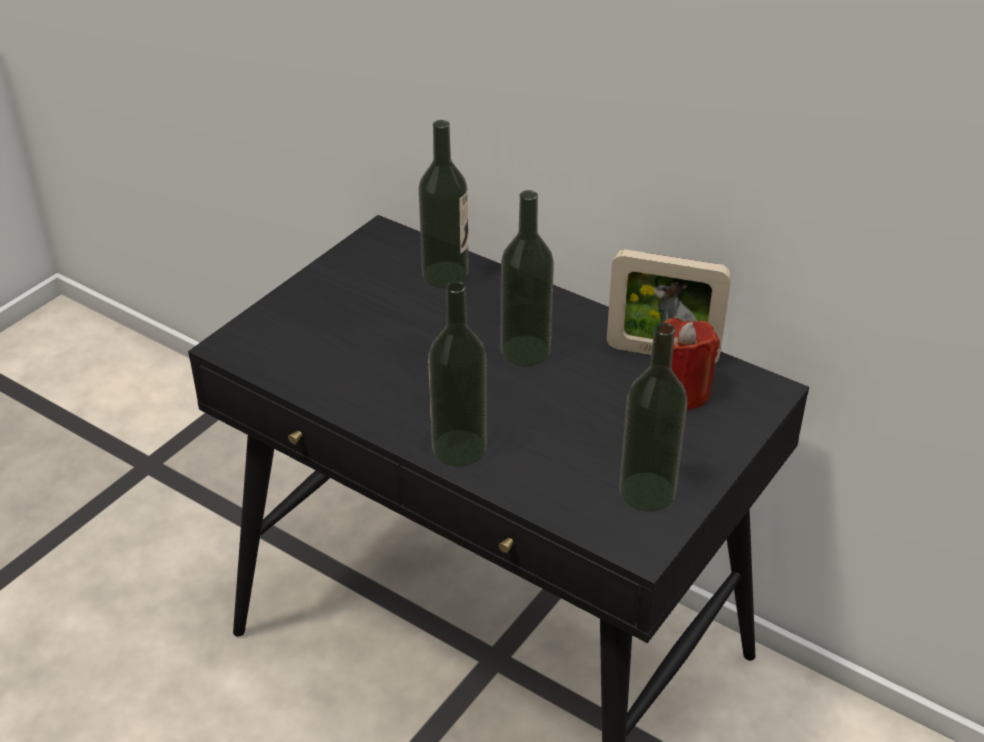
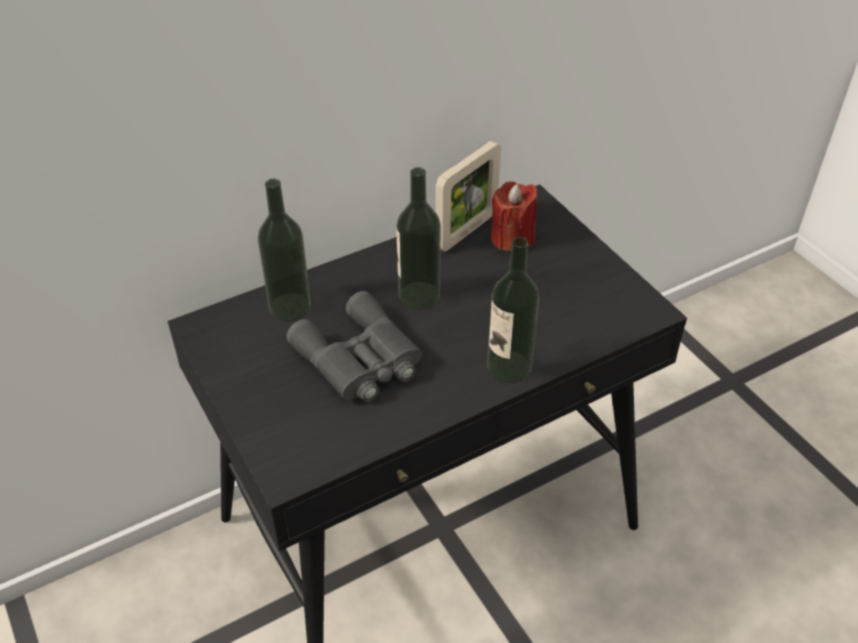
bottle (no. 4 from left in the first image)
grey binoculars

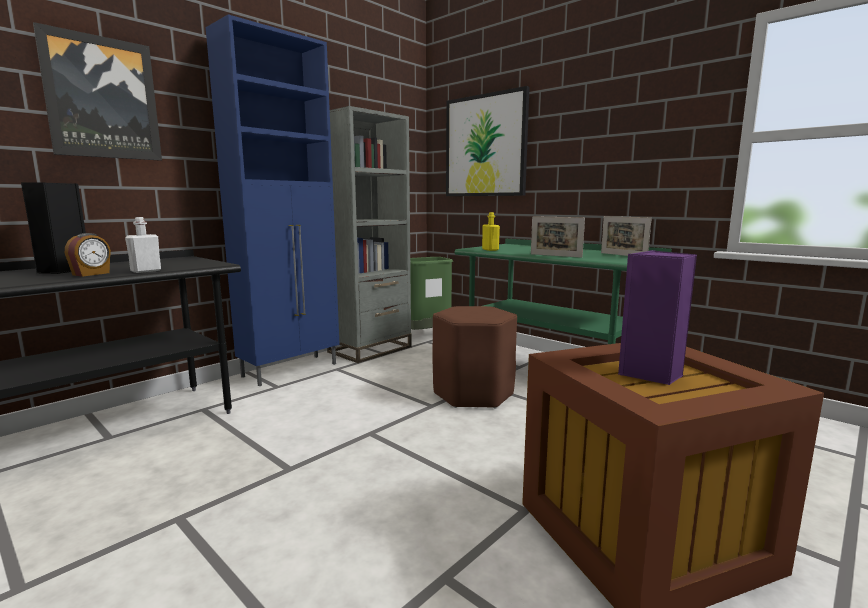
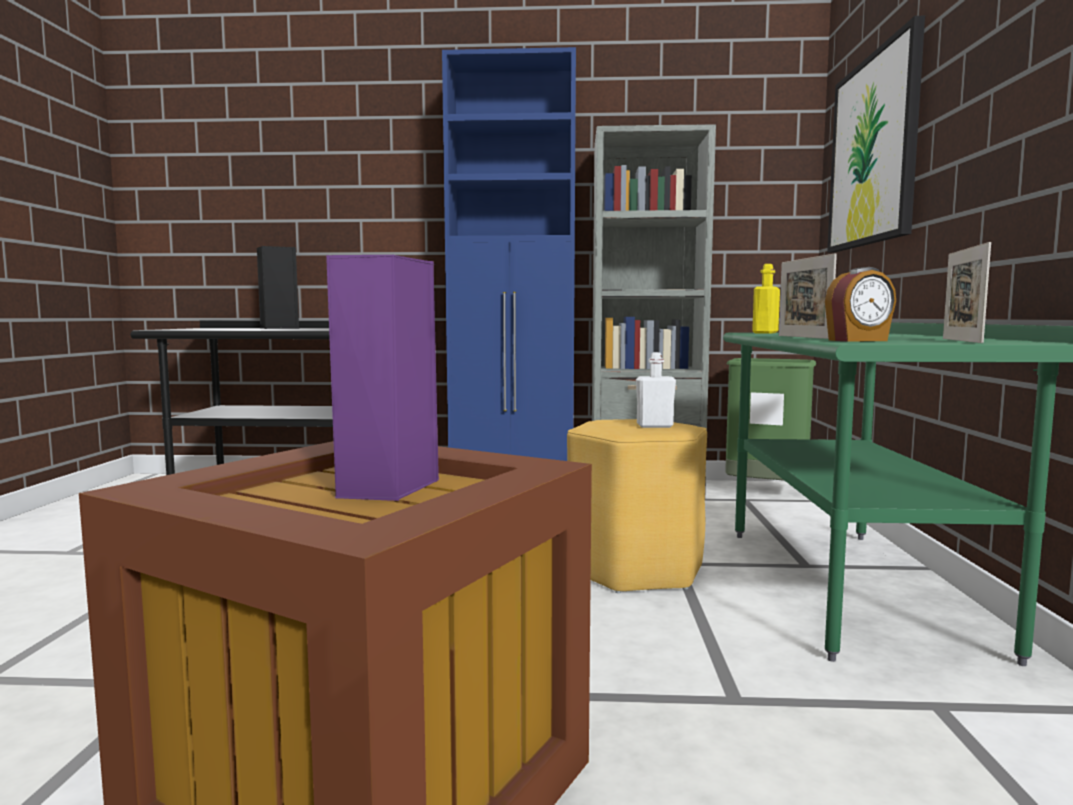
picture (no. 1 from left in the first image)
alarm clock
white bottle
yellow stool

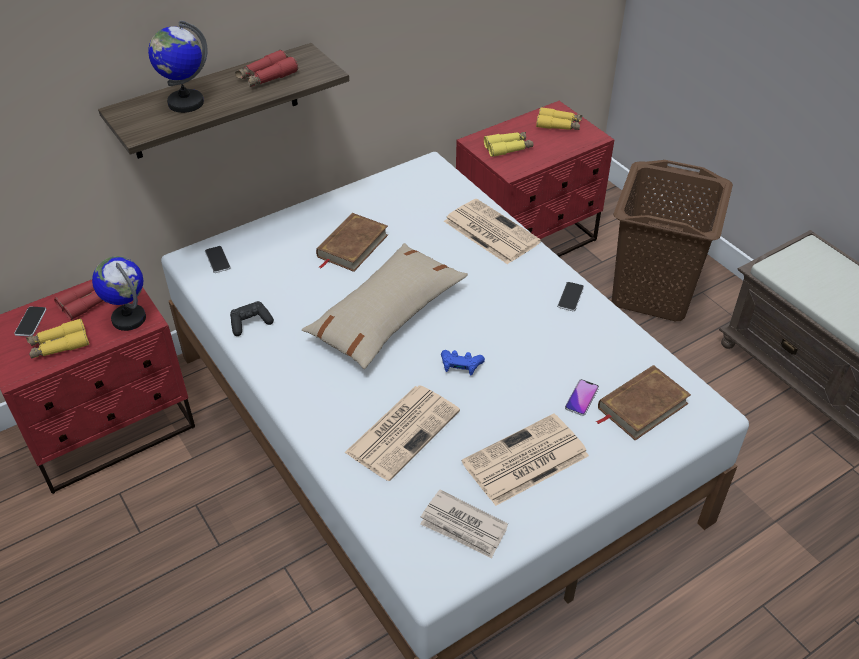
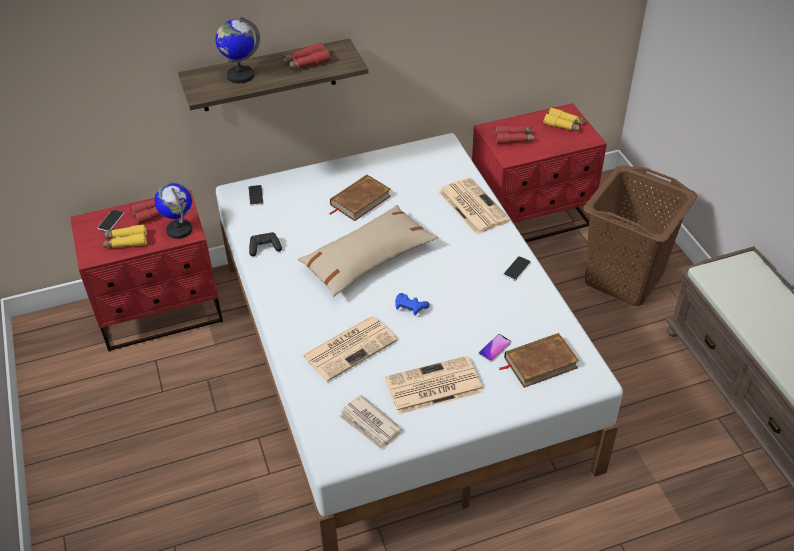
red binoculars (no. 3 from left)

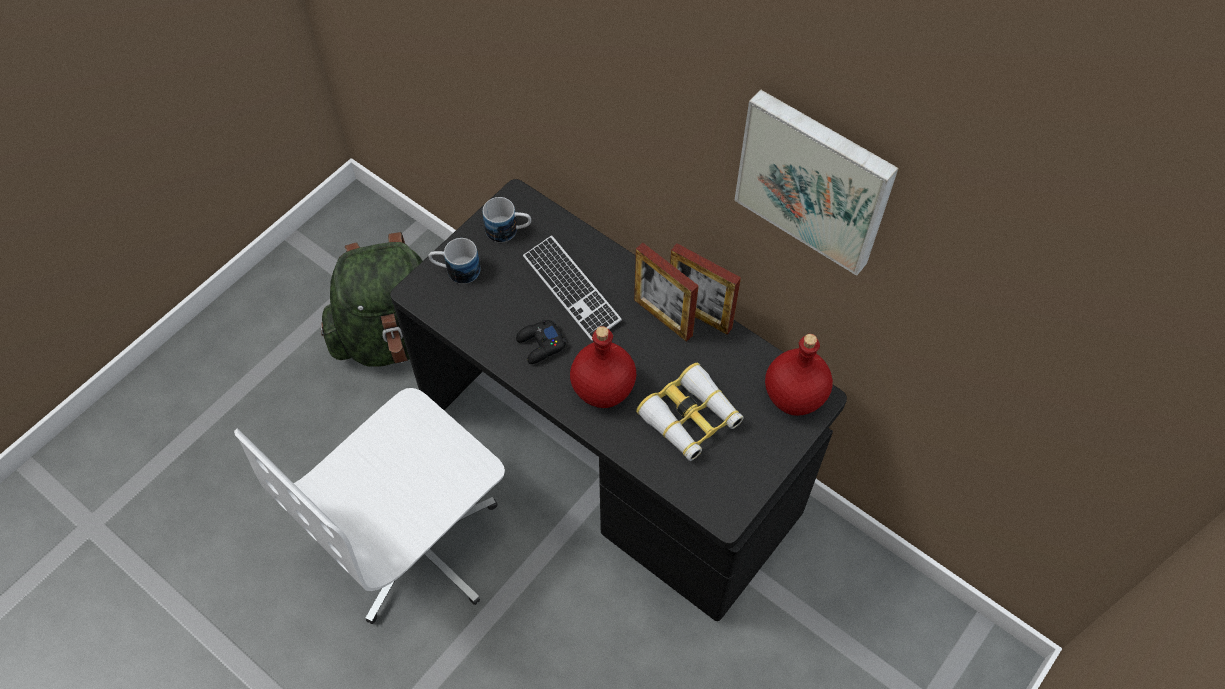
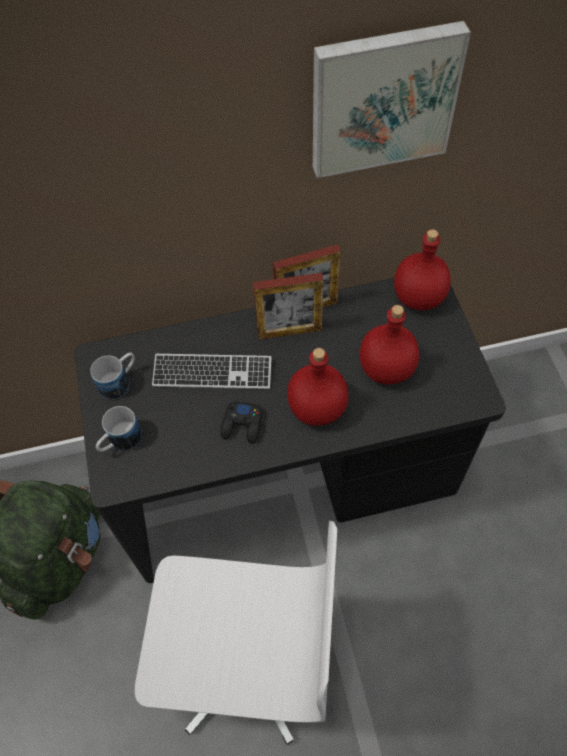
white office chair
red bottle (no. 2 from left)

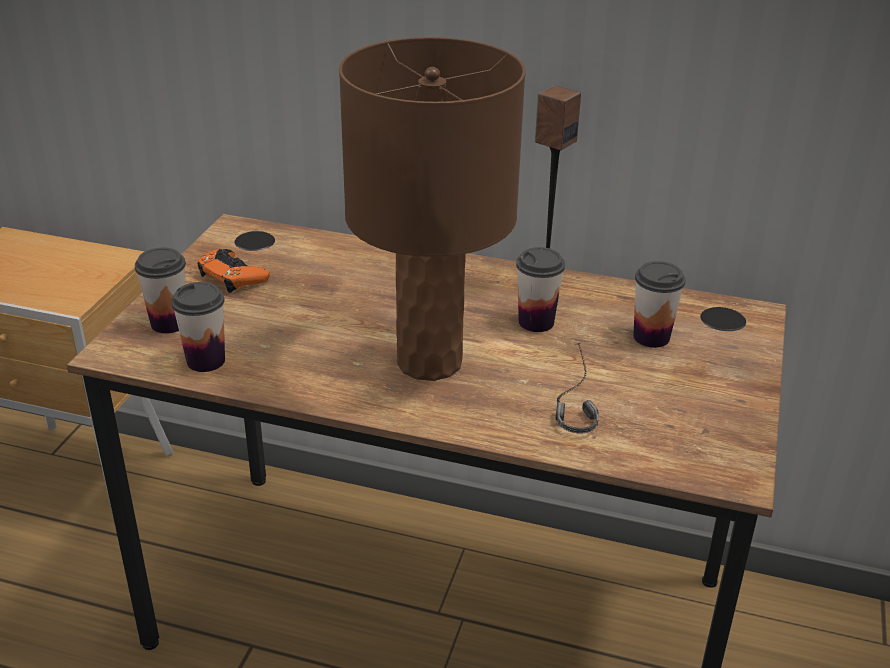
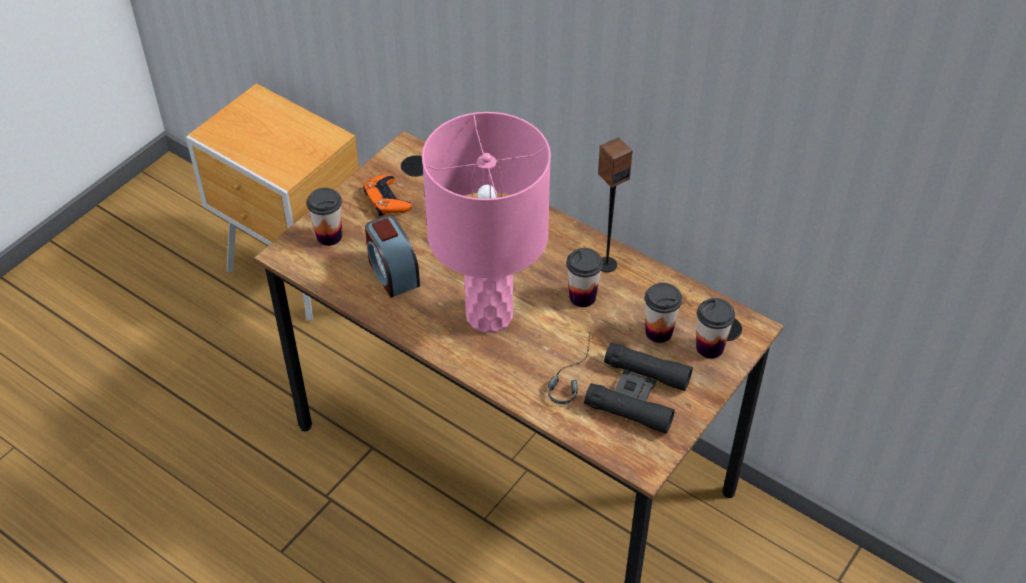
cup (no. 4 from left)
pink table lamp
alarm clock
black binoculars

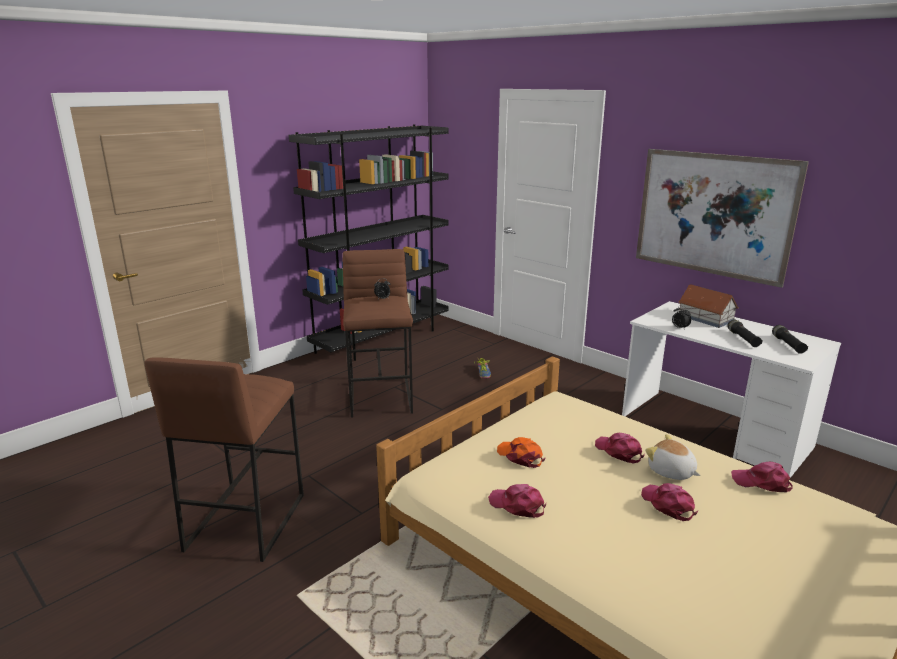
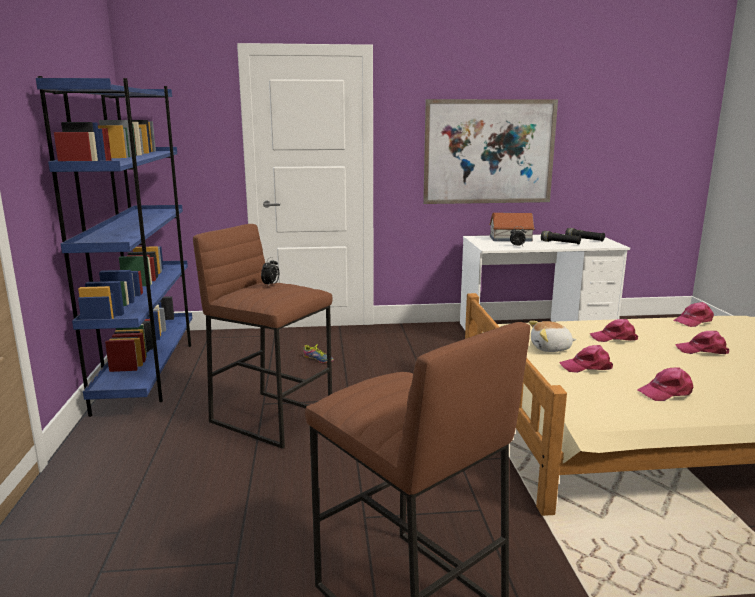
blue bookcase
pink cap (no. 1 from left)
plush toy

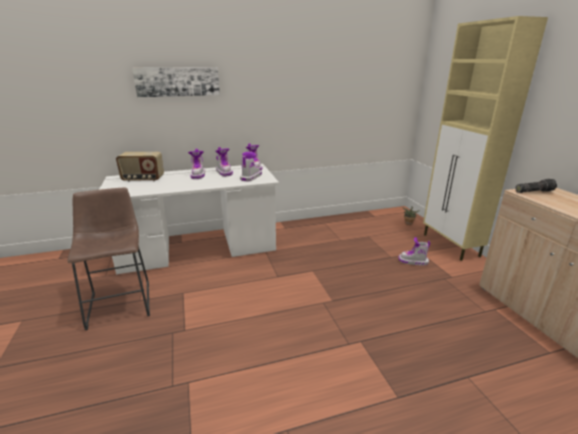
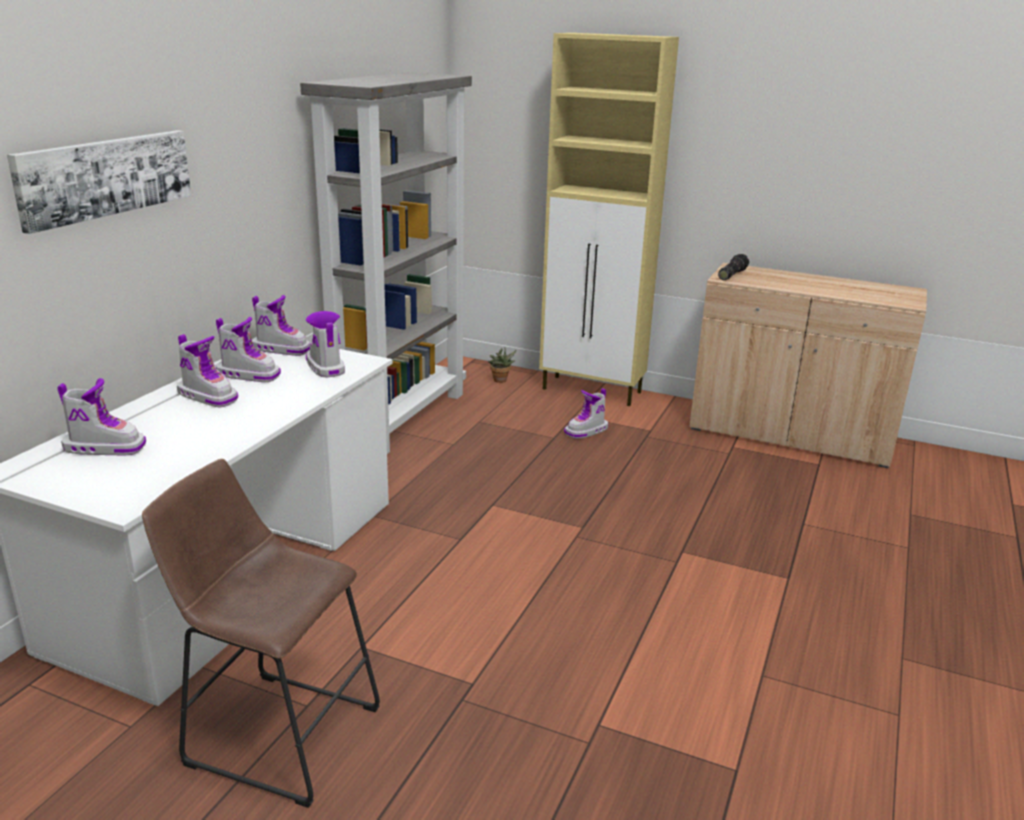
boot (no. 1 from left)
grey bookcase

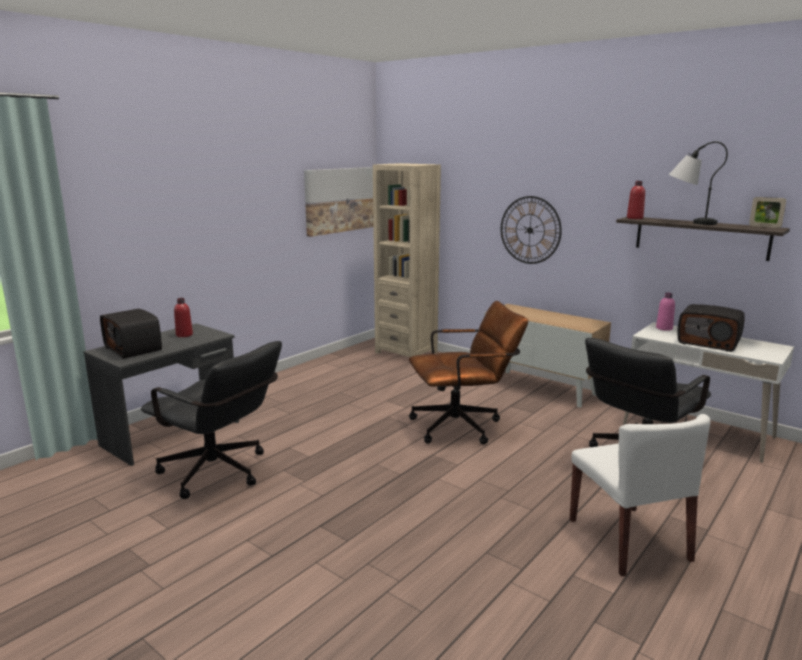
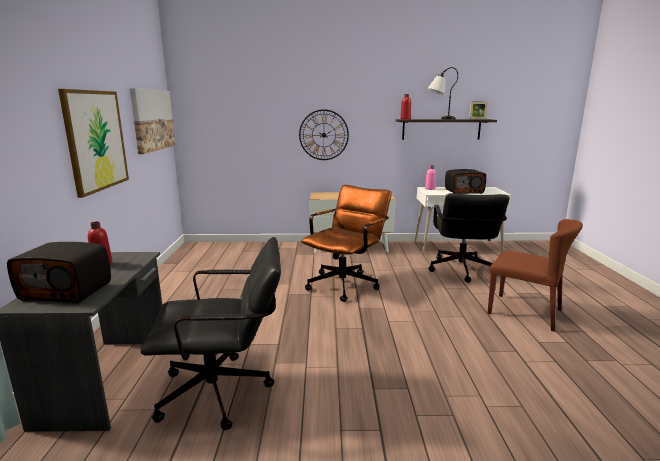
beige bookcase
brown chair
picture (no. 1 from left)

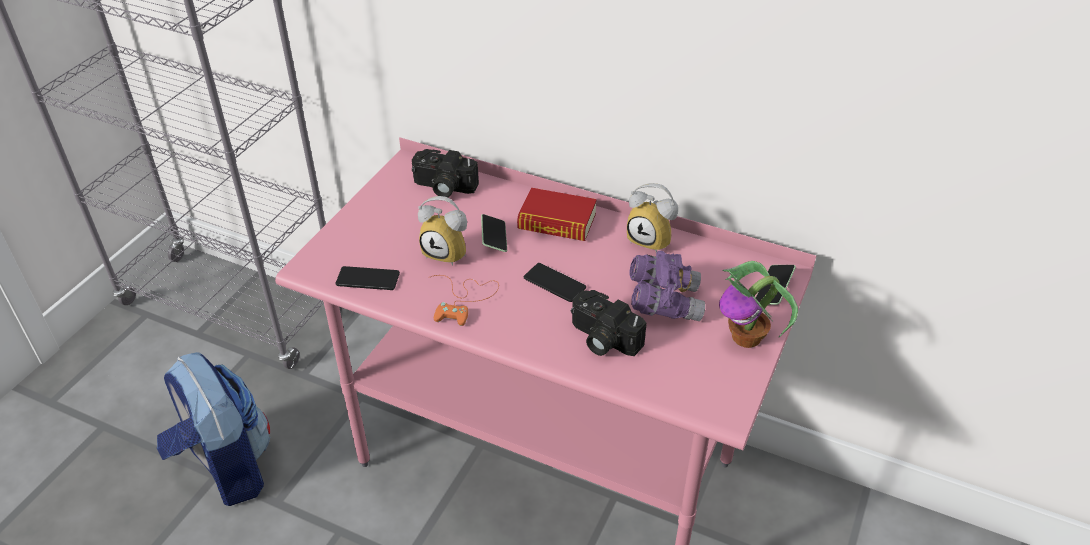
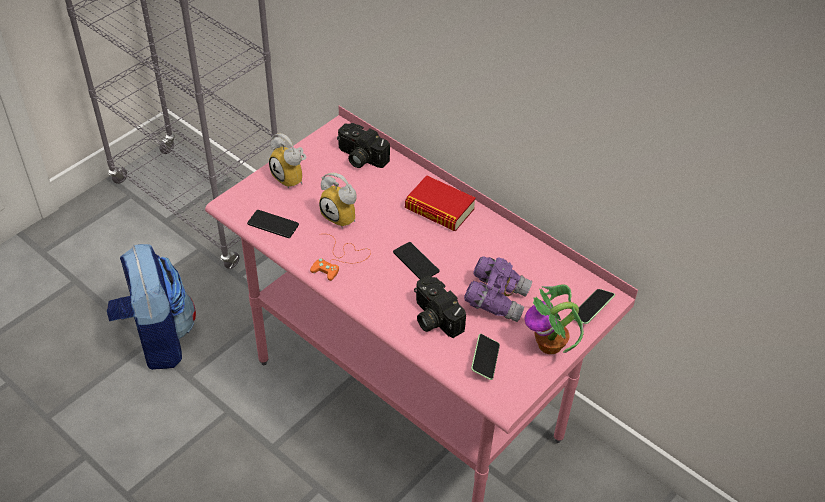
phone (no. 3 from left)
alarm clock (no. 1 from left)

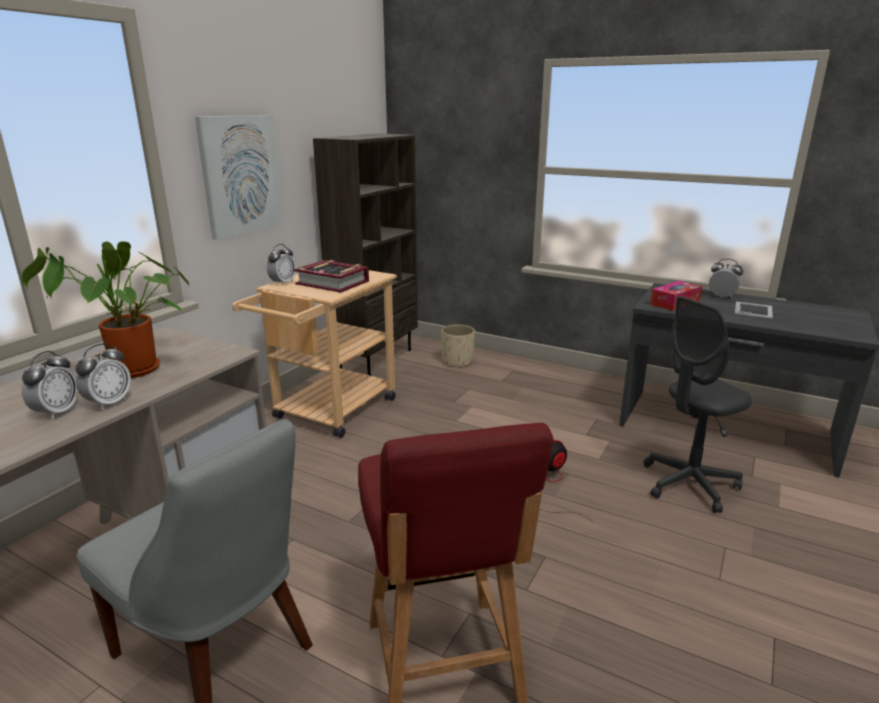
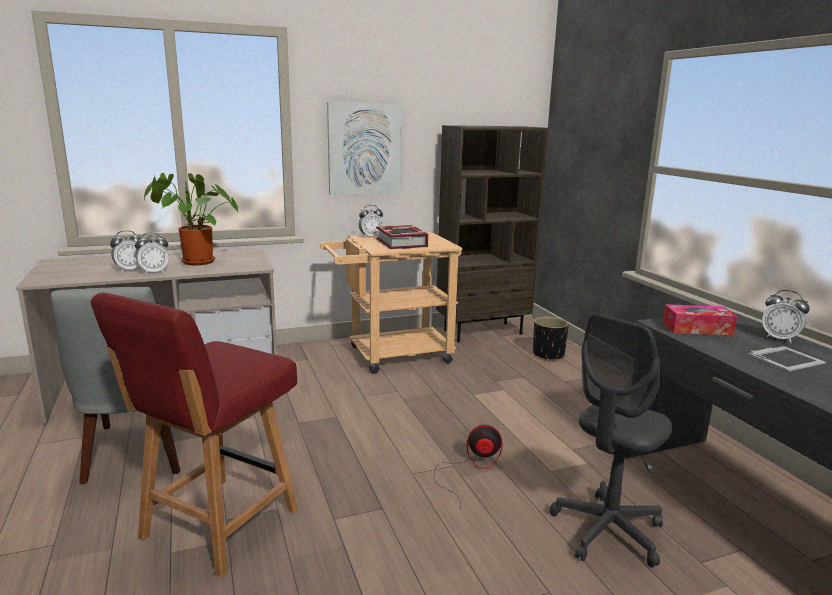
black planter
grey office chair
alarm clock (no. 4 from left)

